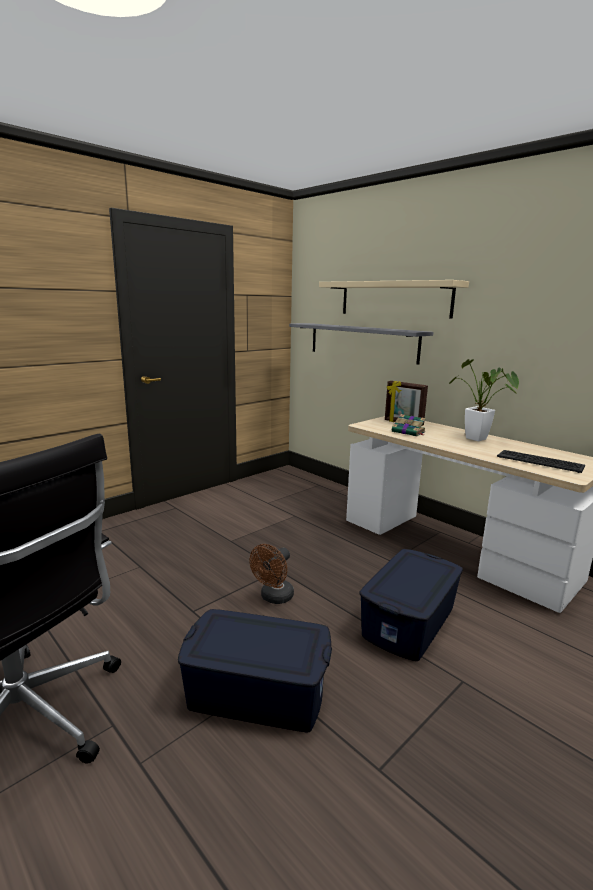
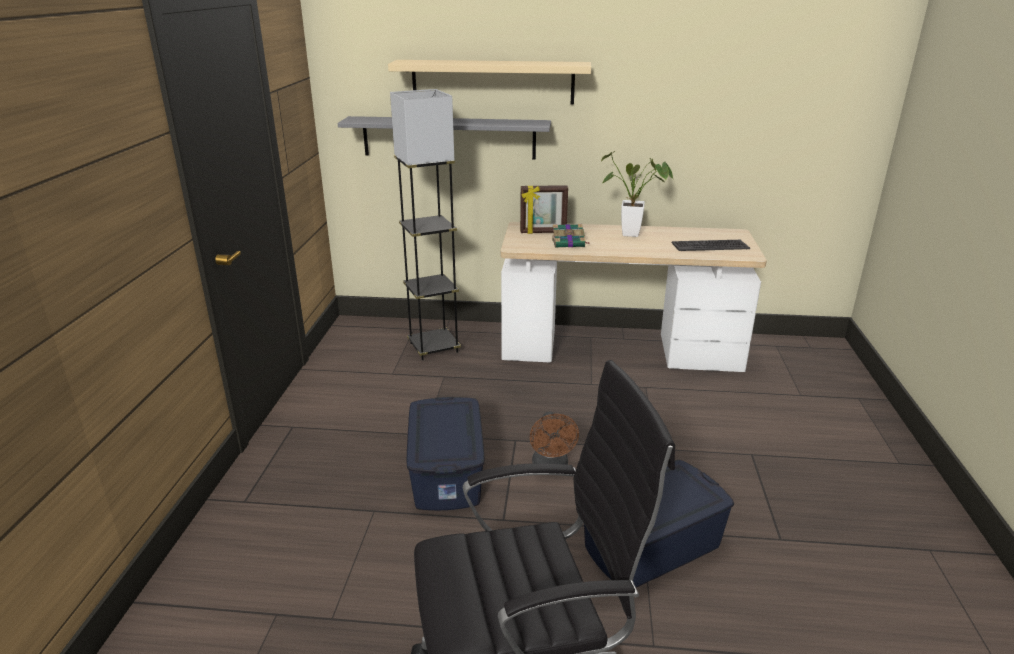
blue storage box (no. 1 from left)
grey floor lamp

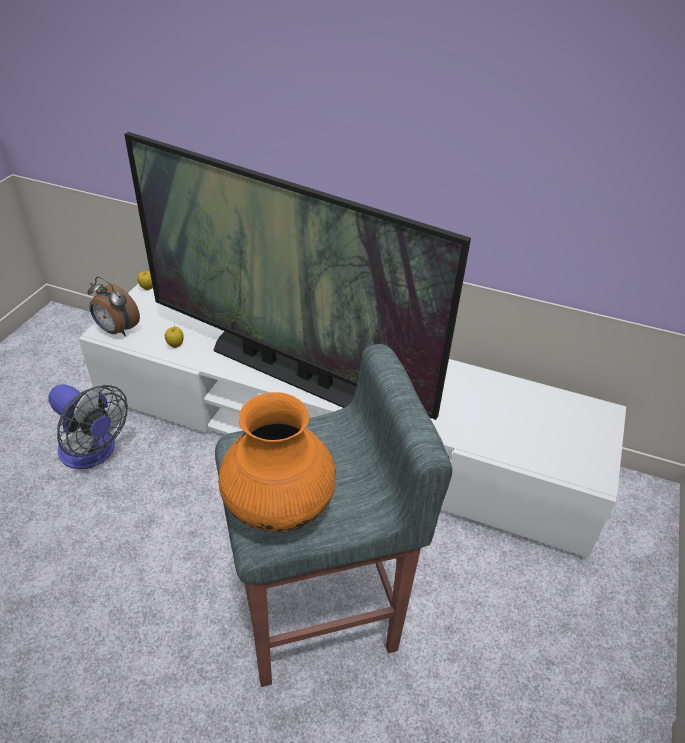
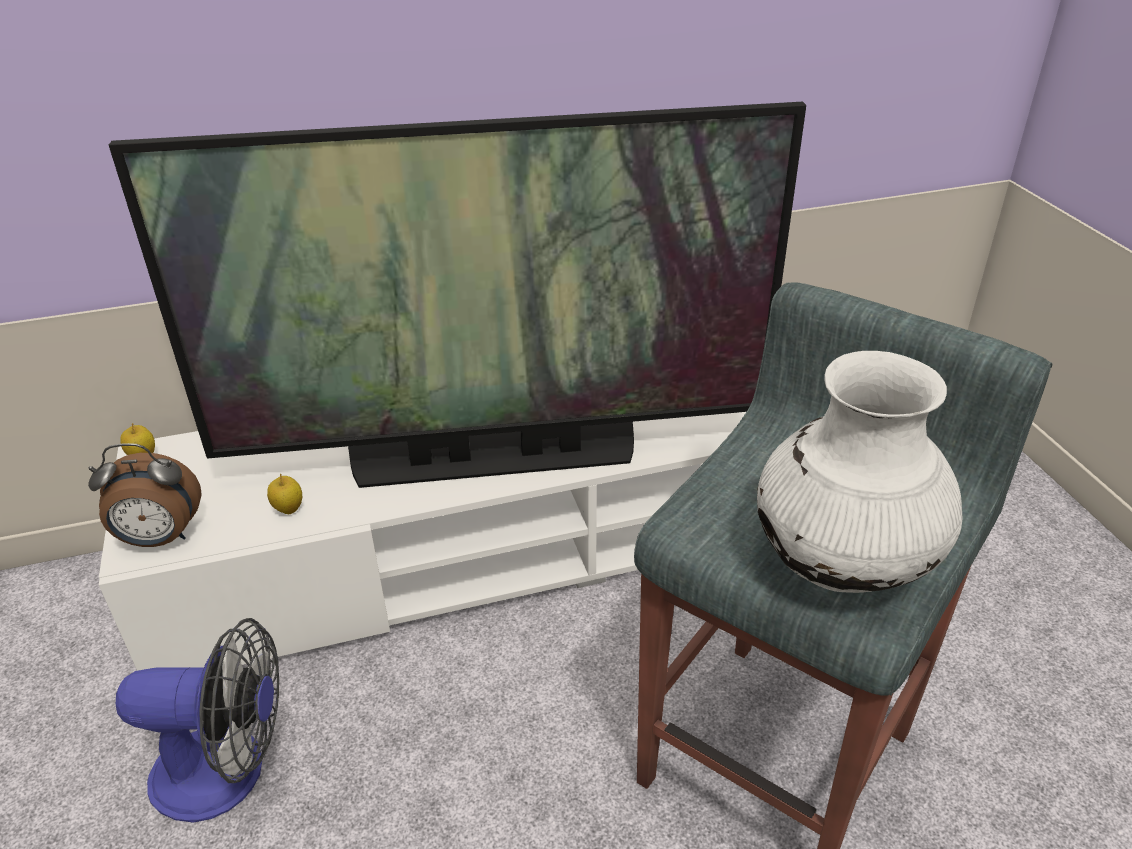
white vase

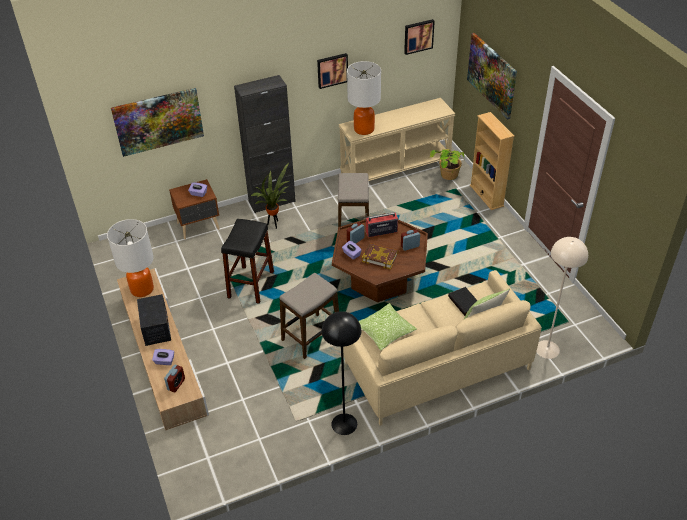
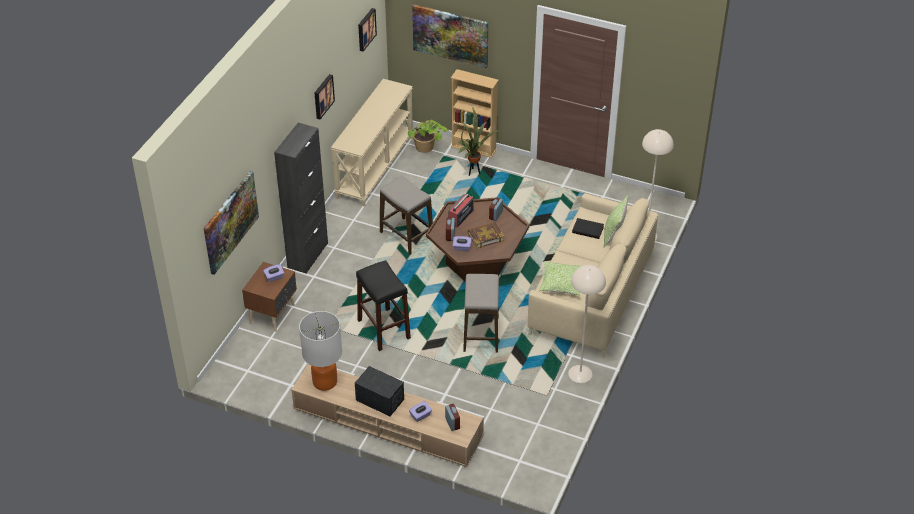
potted plant (no. 2 from left)
beige floor lamp (no. 1 from left)
table lamp (no. 2 from left in the first image)

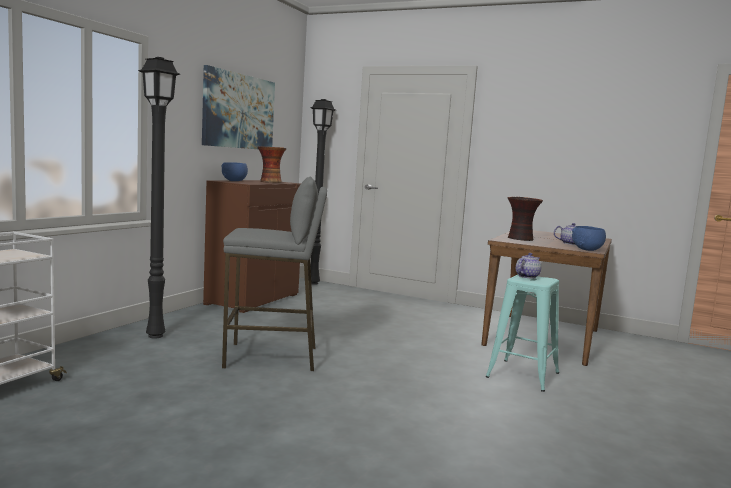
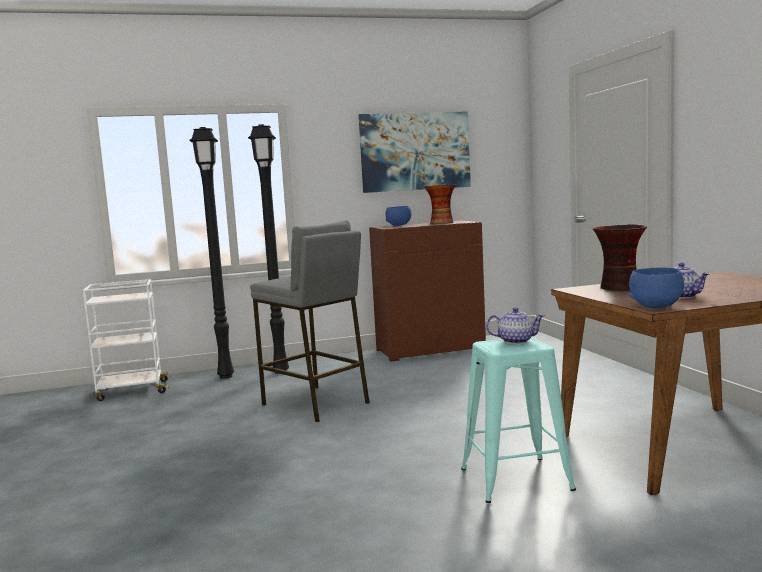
black floor lamp (no. 1 from left)

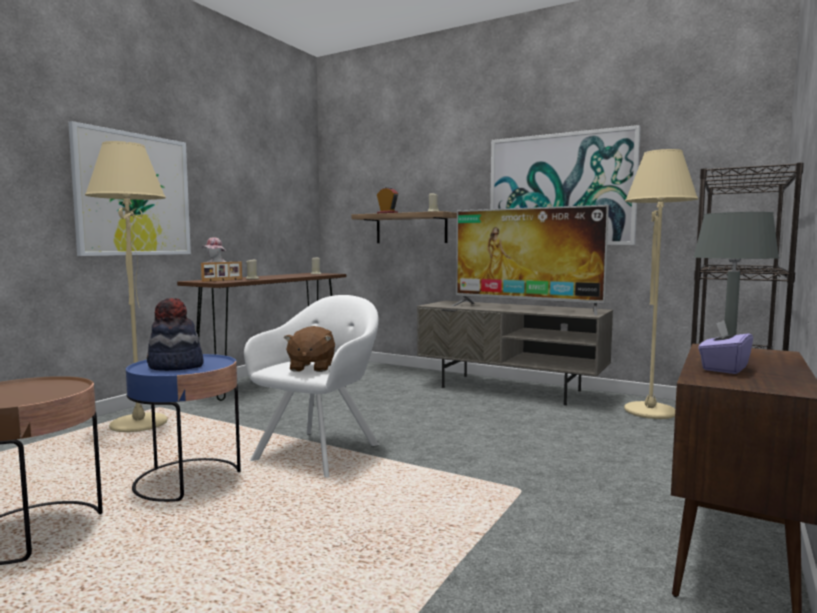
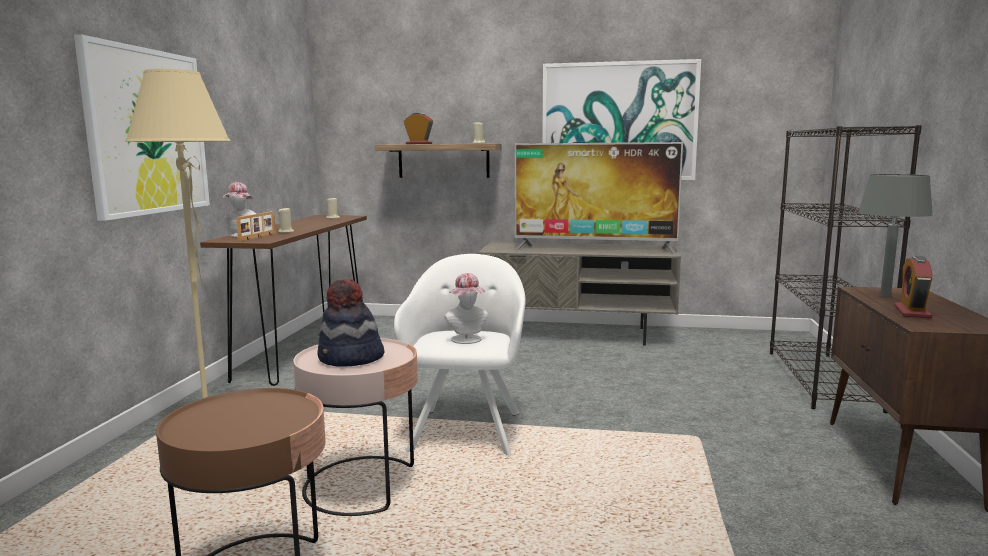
pink side table
hat (no. 3 from left)
beige floor lamp (no. 2 from left in the first image)
alarm clock (no. 2 from left)

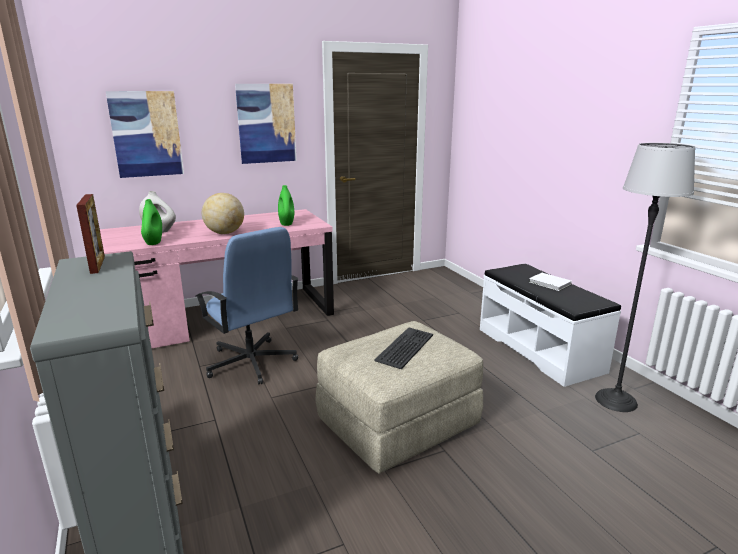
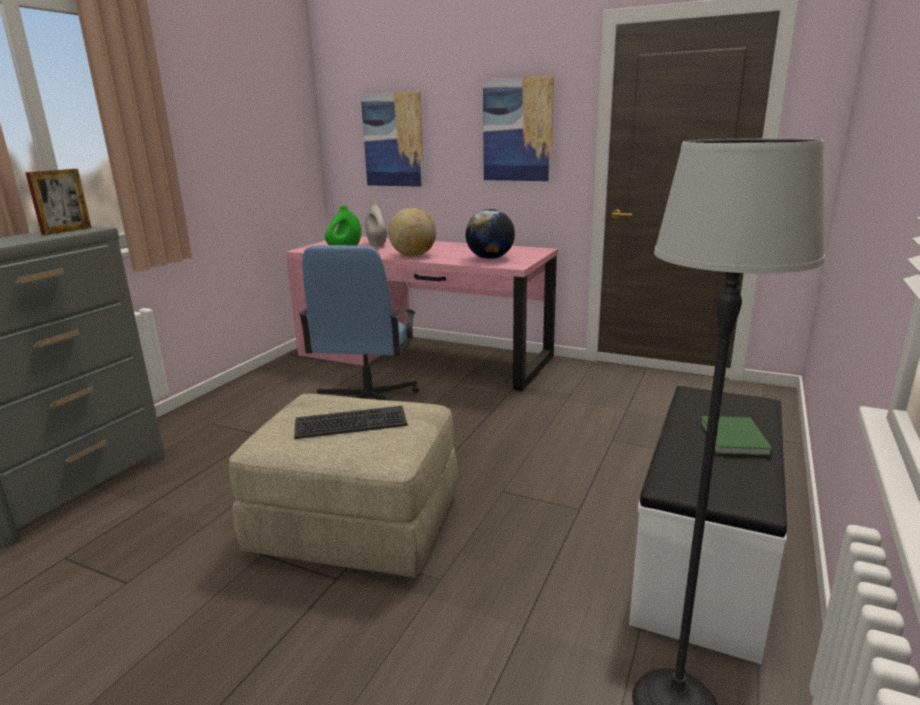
globe (no. 2 from left)
green book

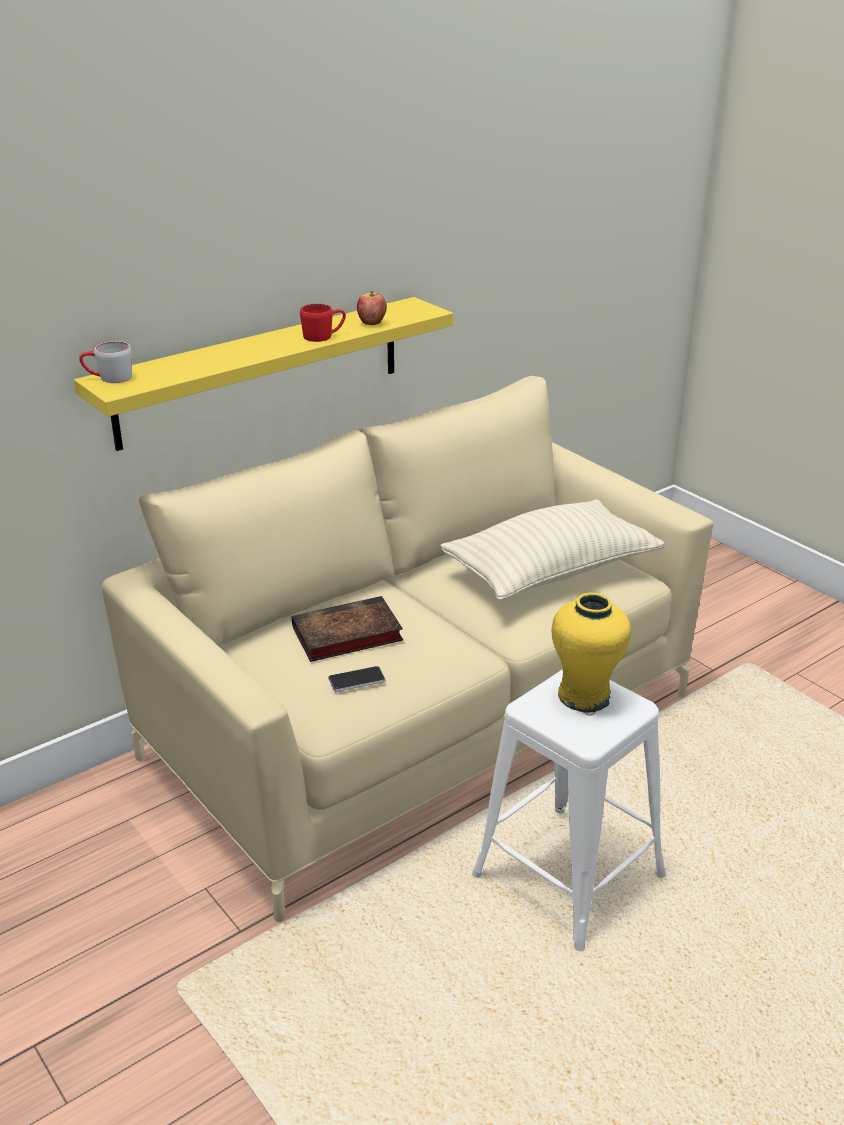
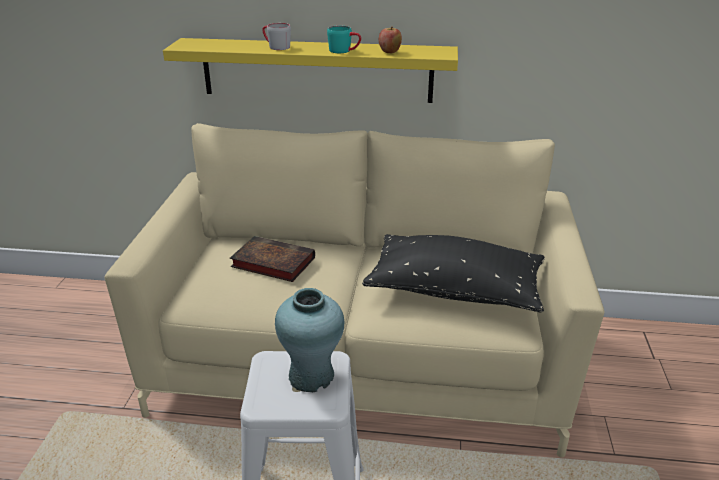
grey mug
turquoise mug
phone
black pillow
turquoise vase

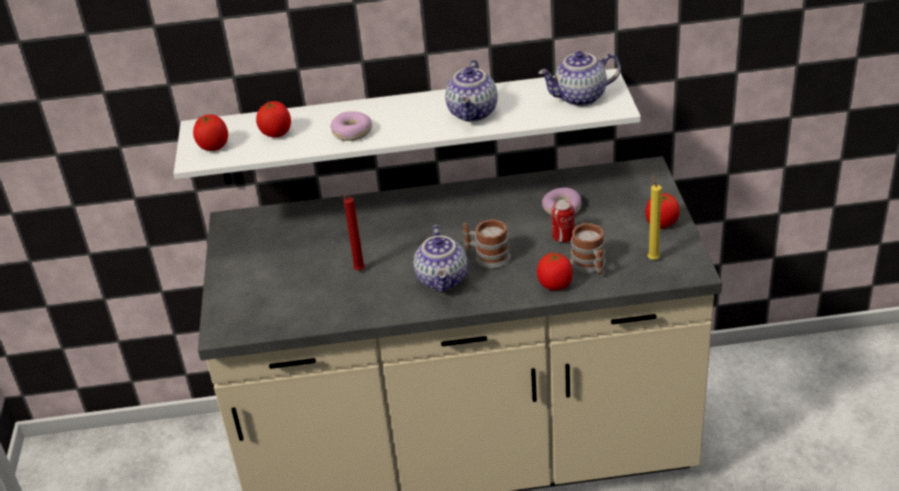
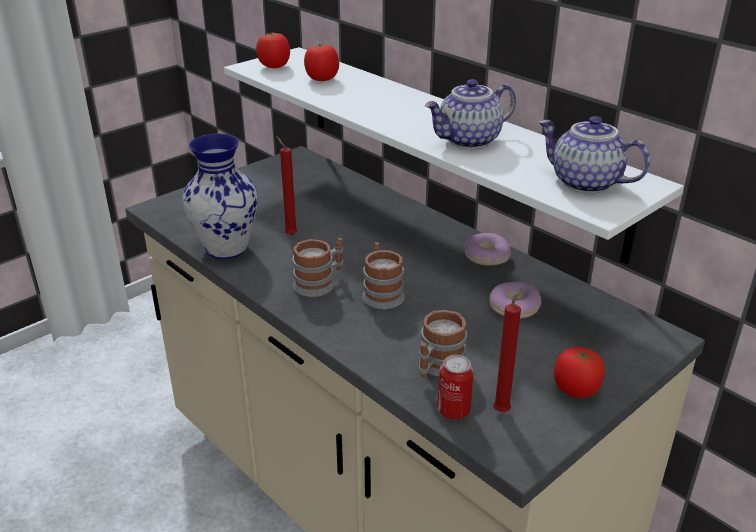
donut (no. 1 from left)
mug (no. 1 from left)
tomato (no. 3 from left in the first image)
can
red candle (no. 2 from left)
vase

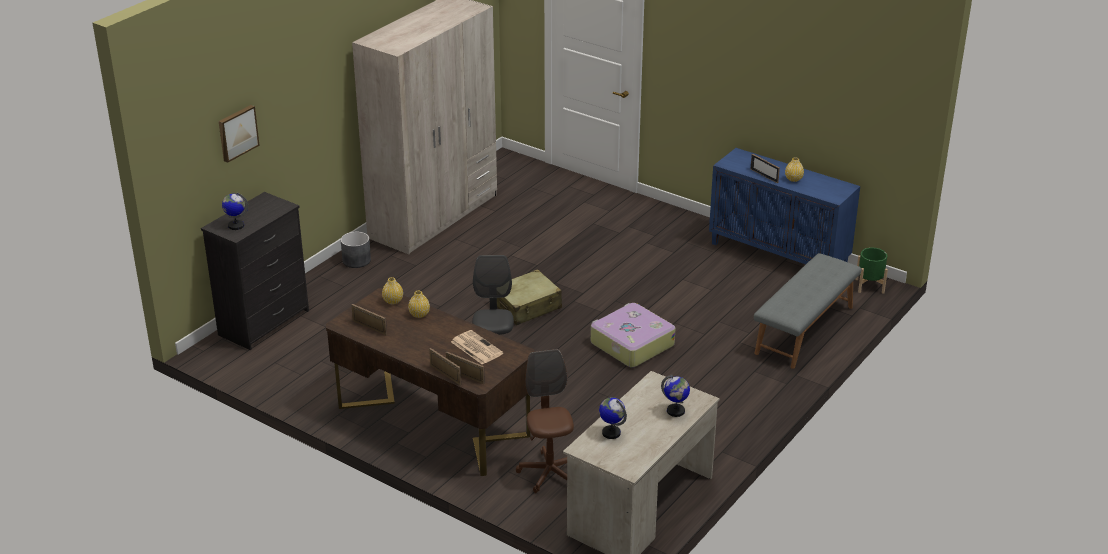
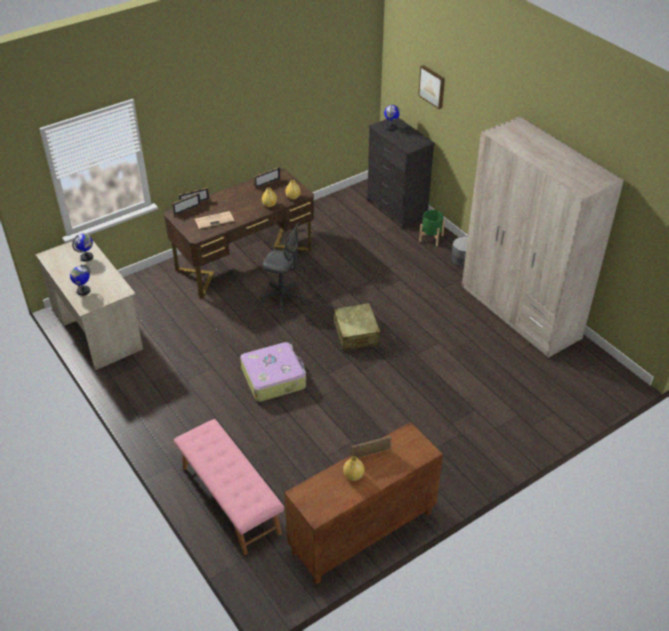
brown office chair
brown cabinet
pink bench
green planter

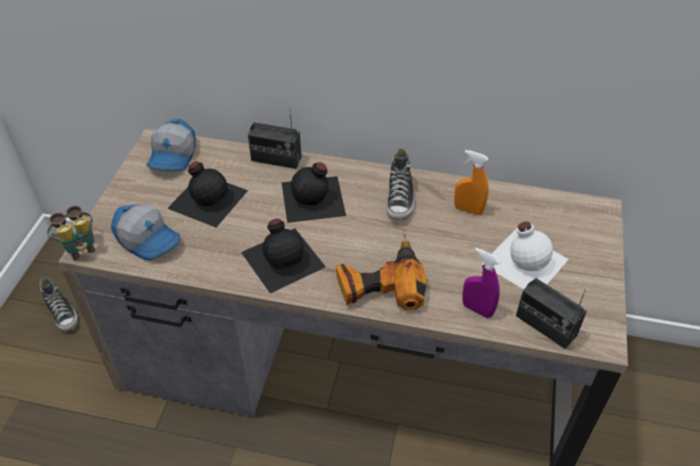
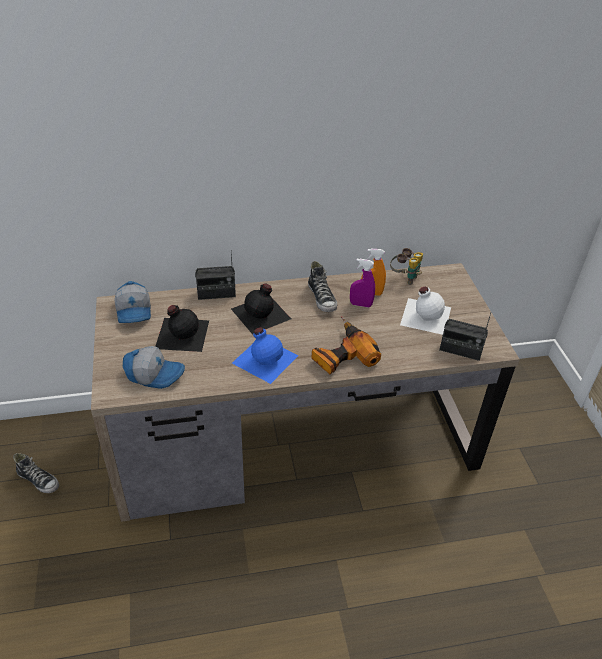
binoculars
blue bottle
purple spray bottle

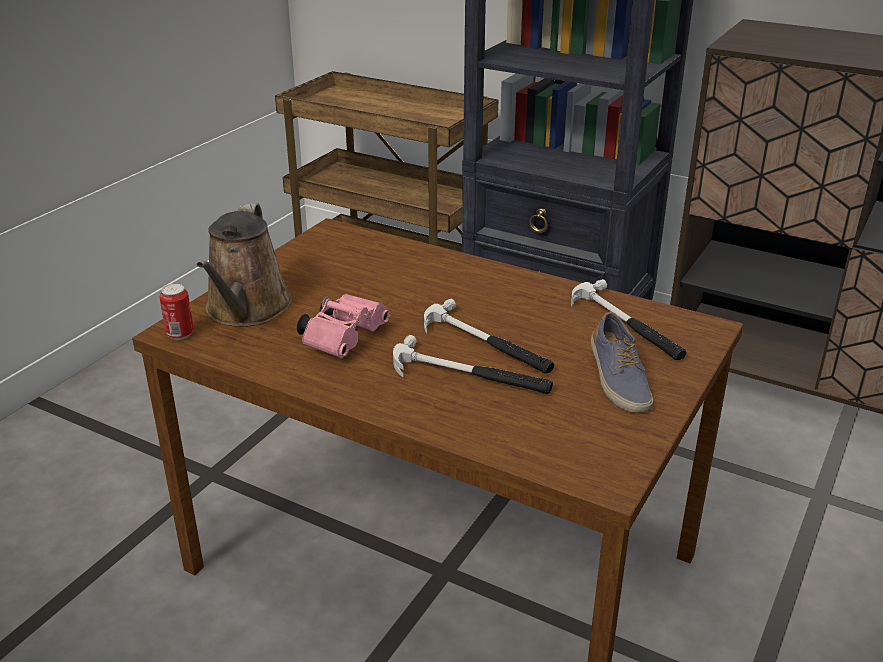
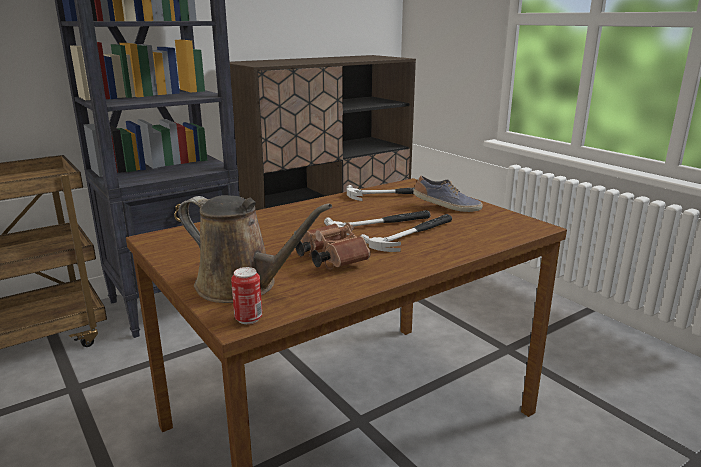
brown binoculars

